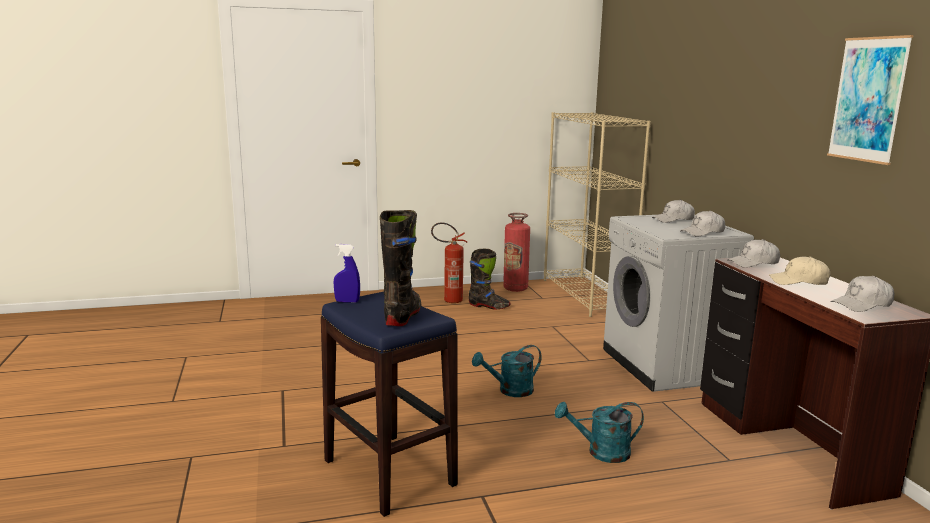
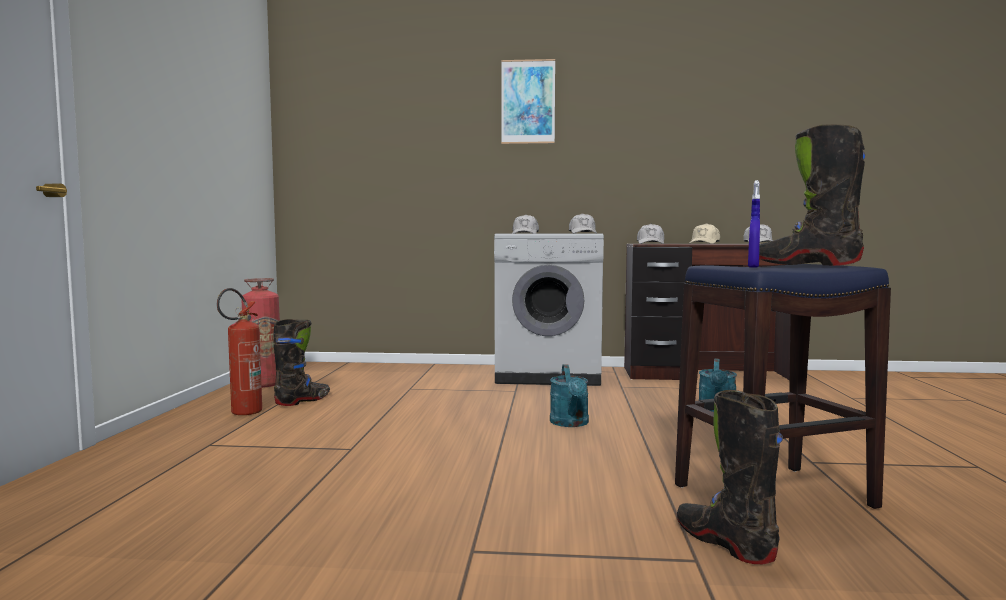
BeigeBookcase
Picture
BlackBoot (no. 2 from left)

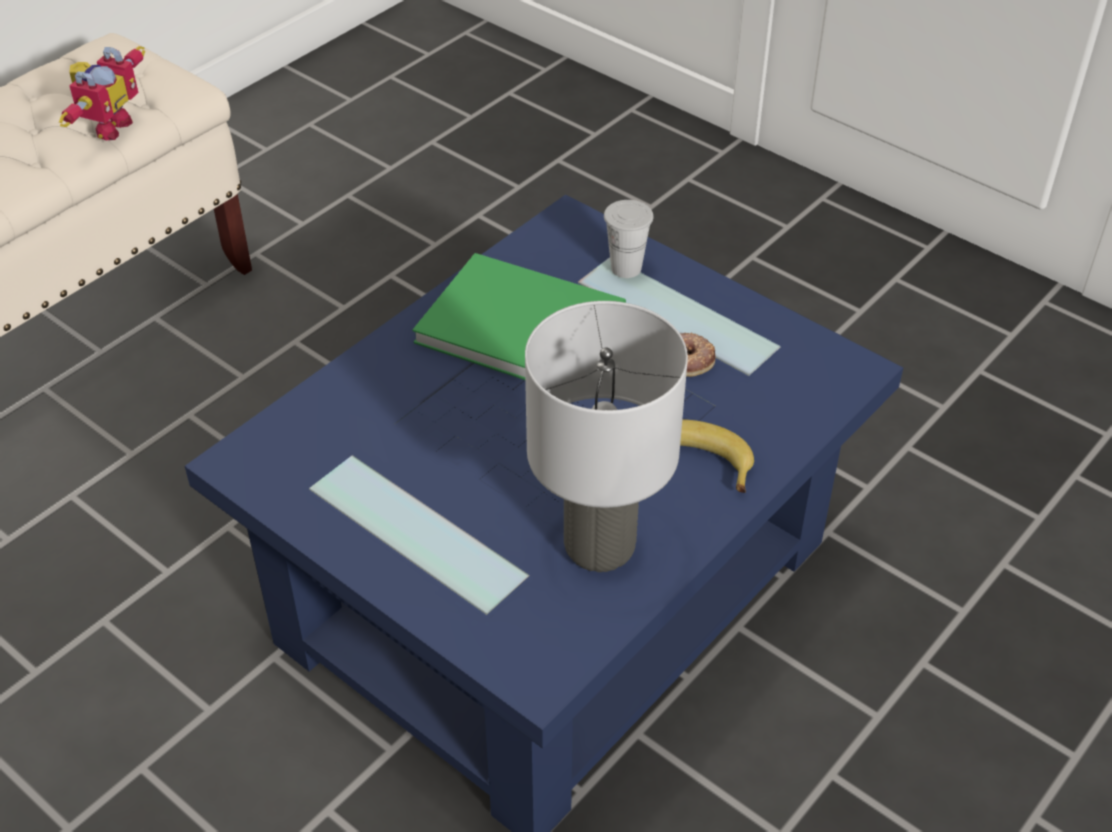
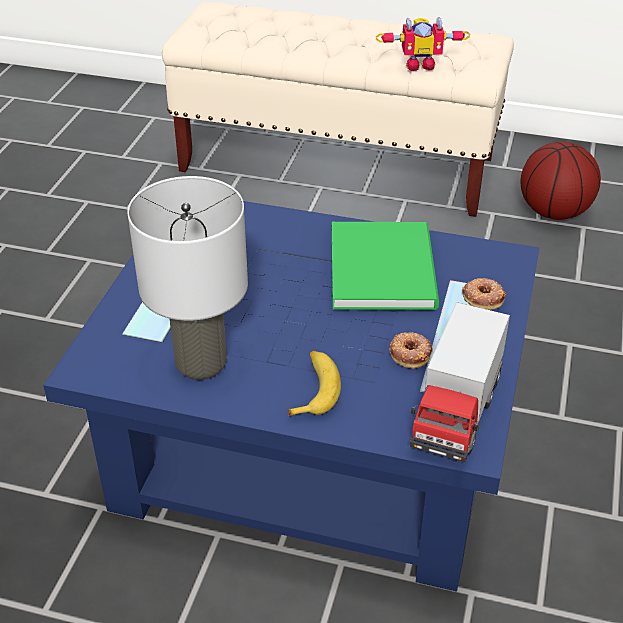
Donut (no. 2 from left)
ToyTruck
Basketball

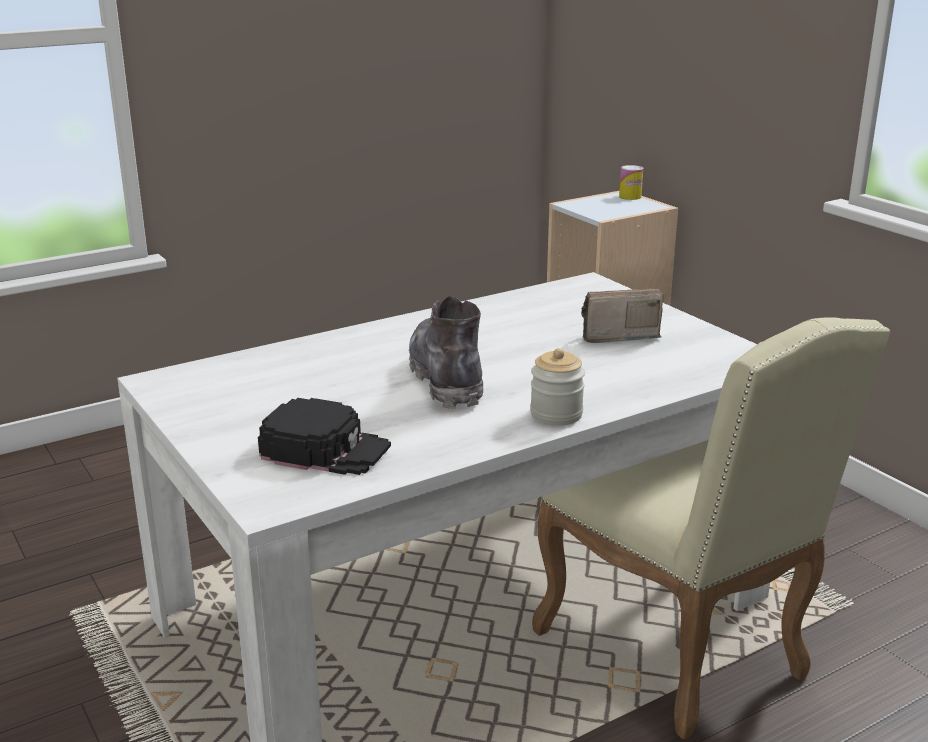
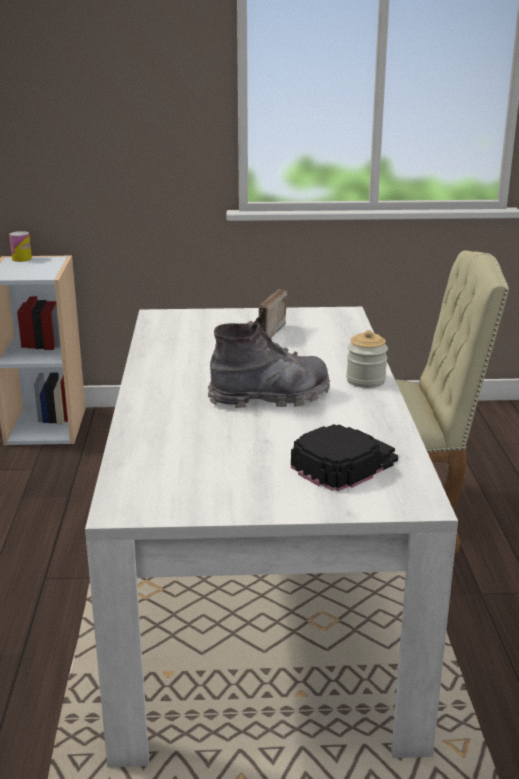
GreyBoot

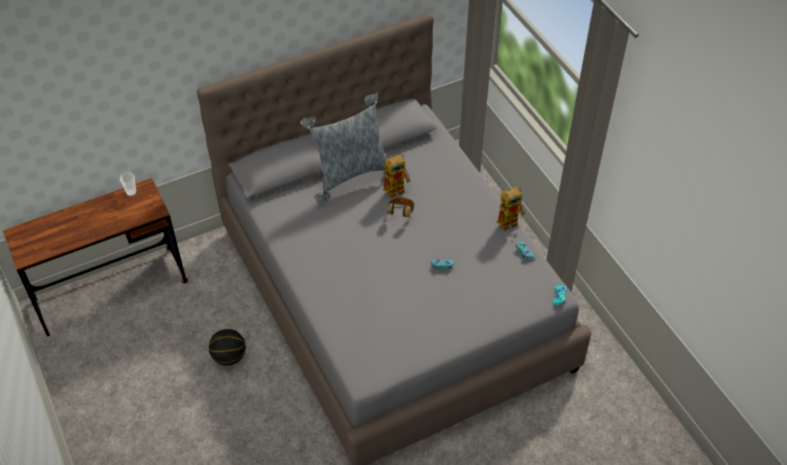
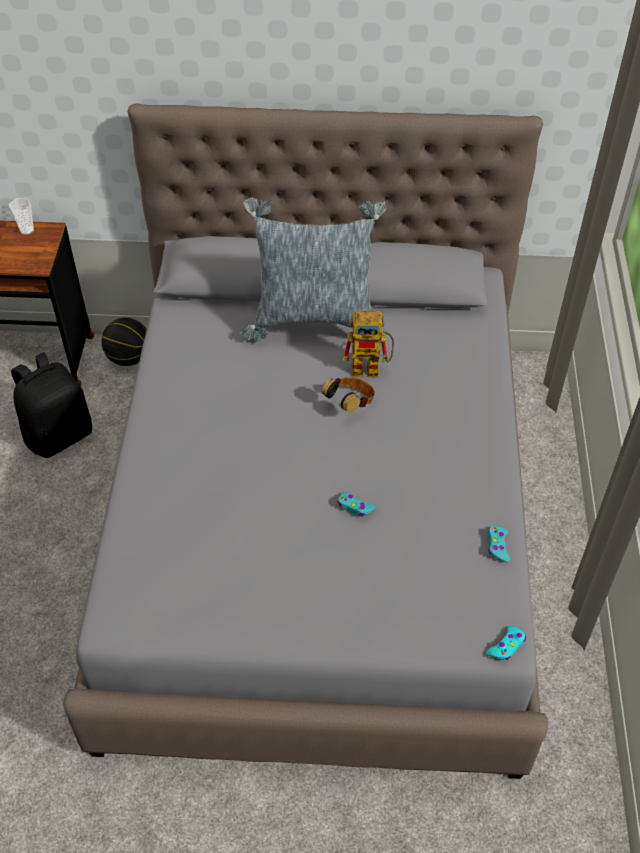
Basketball
ToyRobot (no. 2 from left in the first image)
BlackBackpack

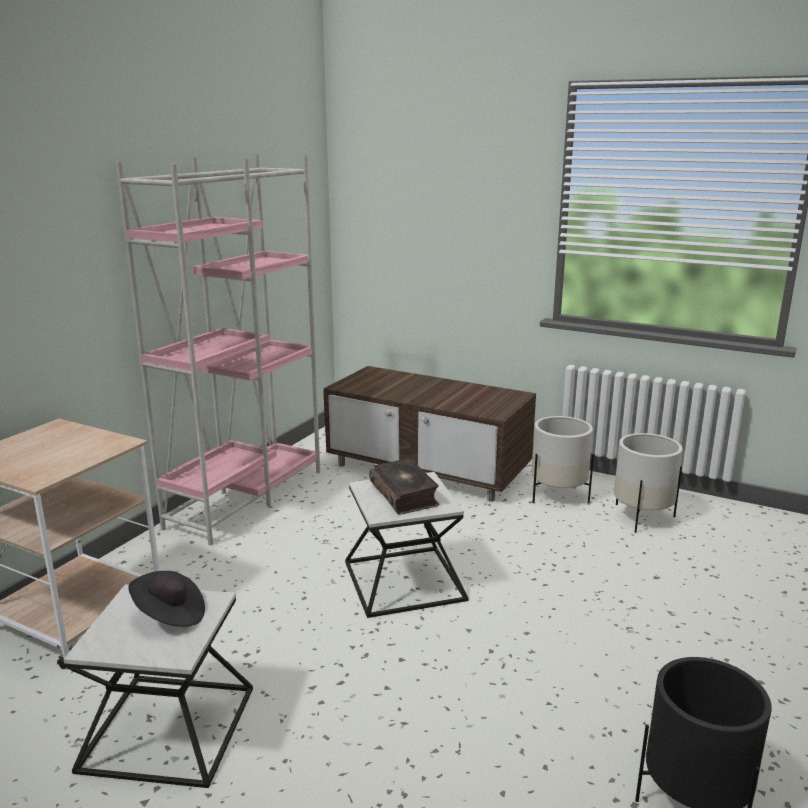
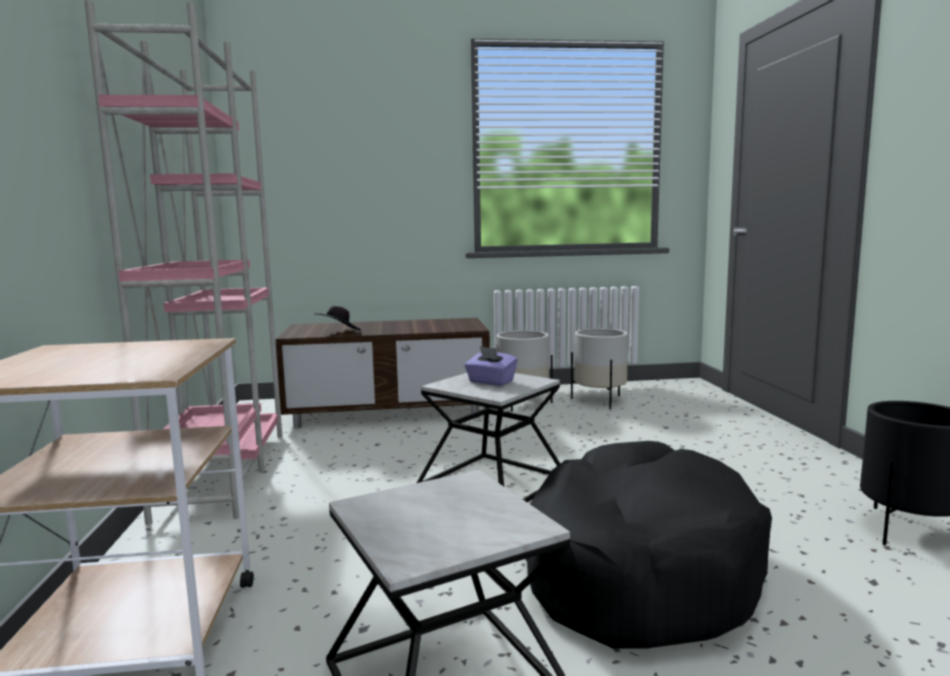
BlackHat
PurpleTissueBox
BlackDogBed

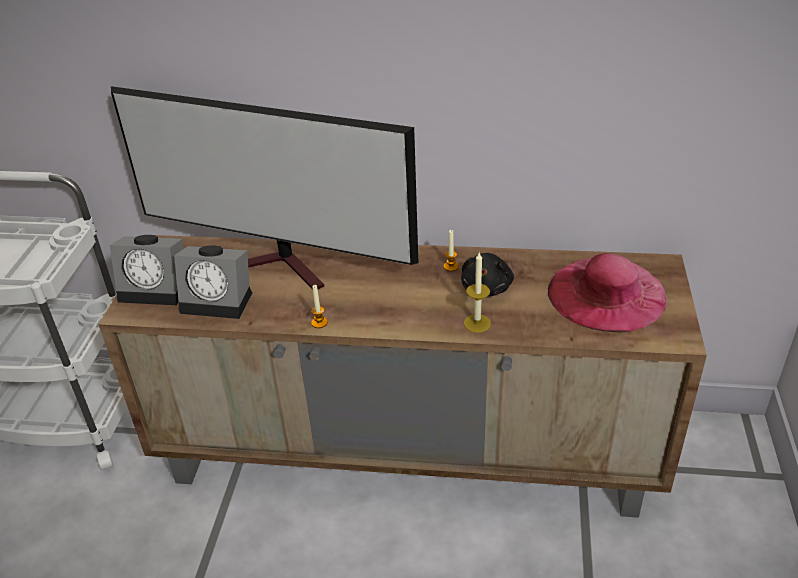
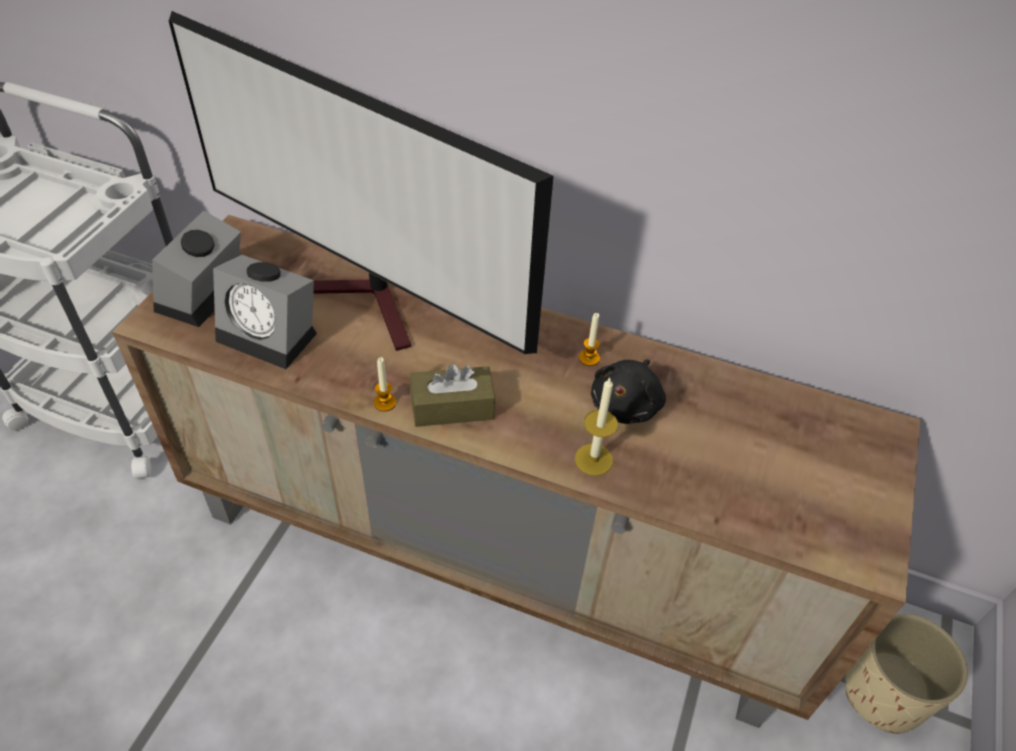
AlarmClock (no. 1 from left)
PinkHat
BrownTissueBox
BeigePlanter

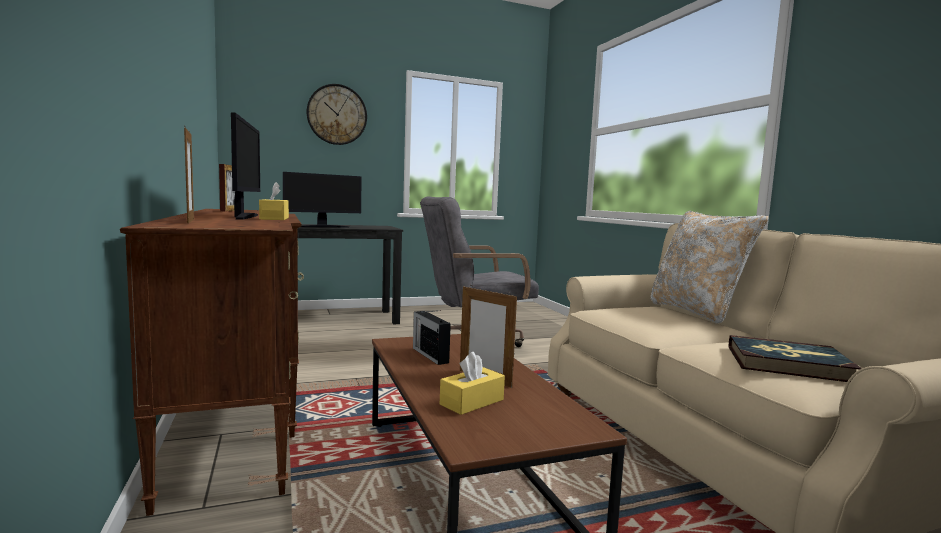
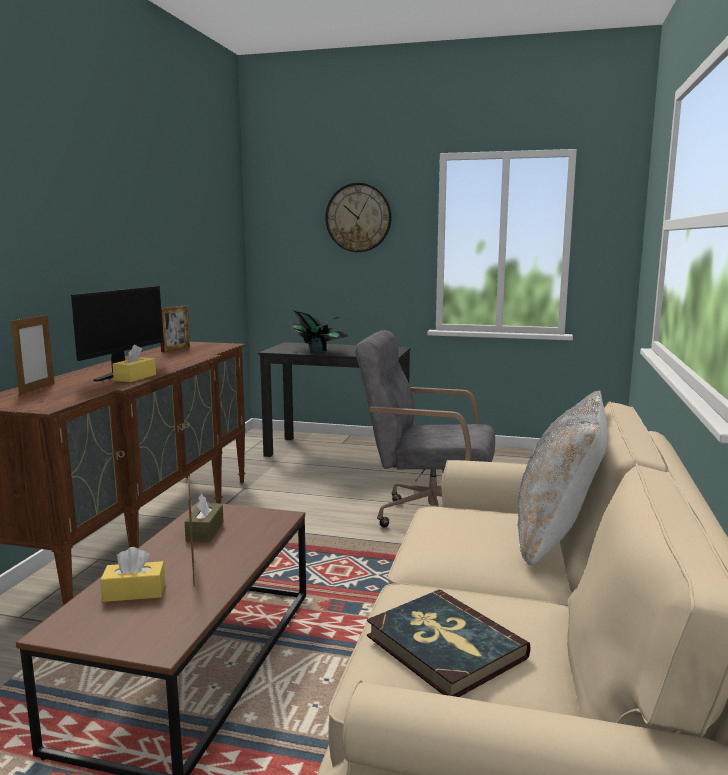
PottedPlant
BrownTissueBox

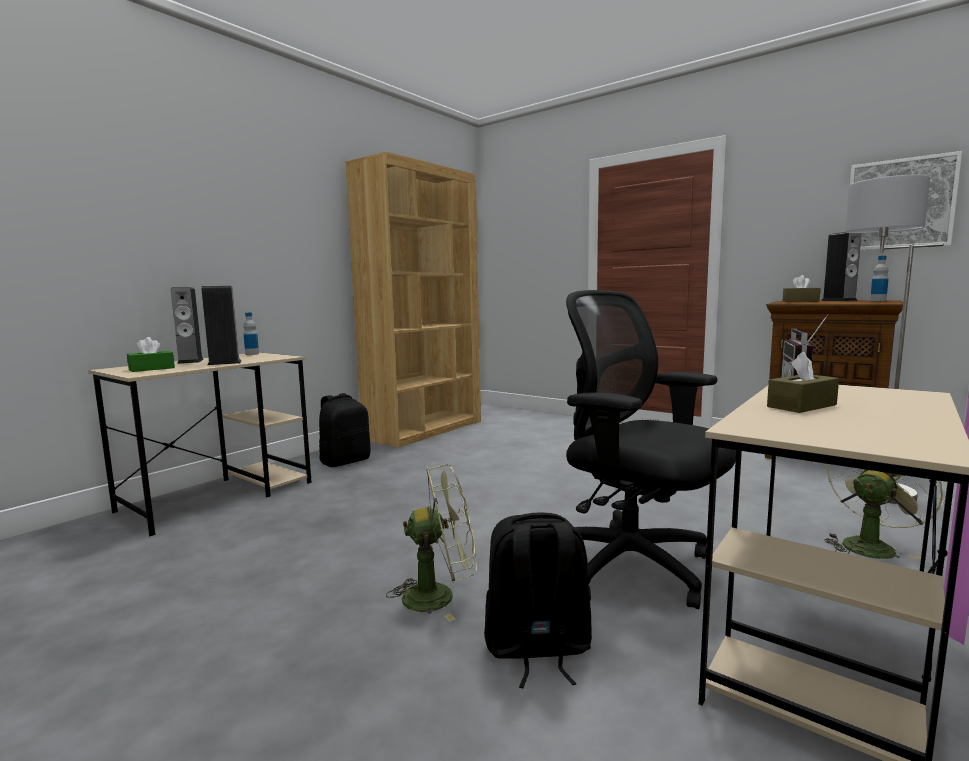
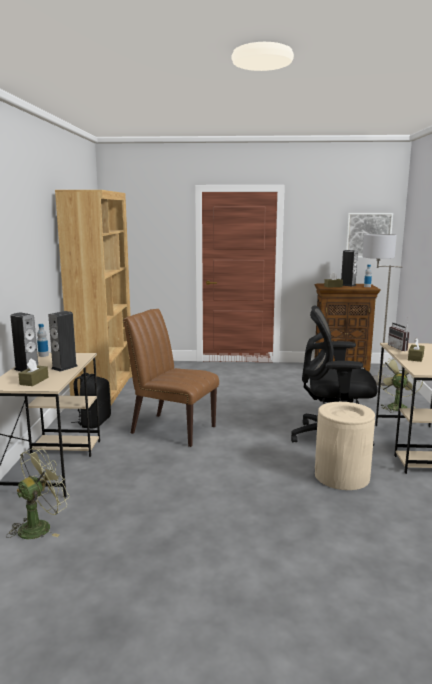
BrownTissueBox (no. 1 from left)
GreenFan (no. 1 from left)
BeigeTrashCan
BrownChair

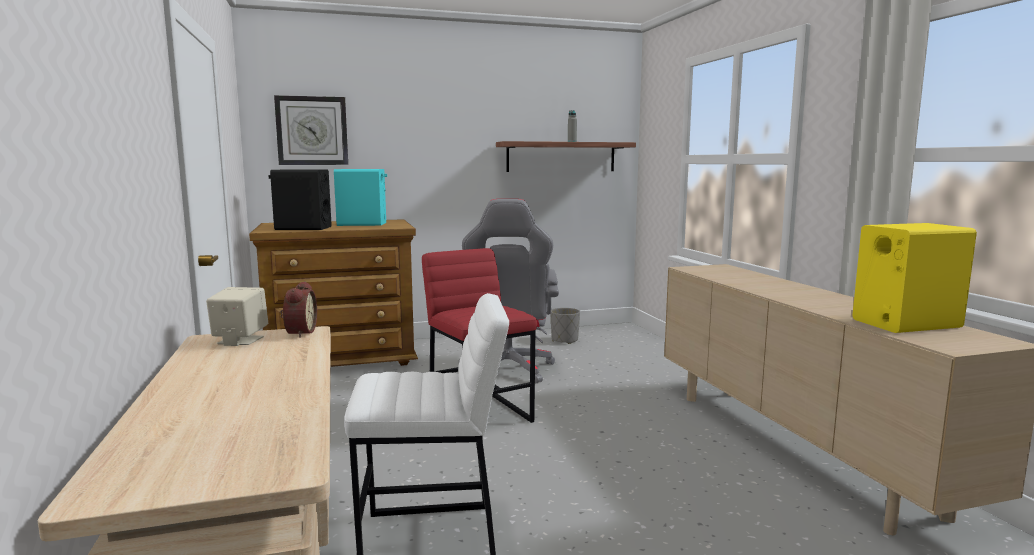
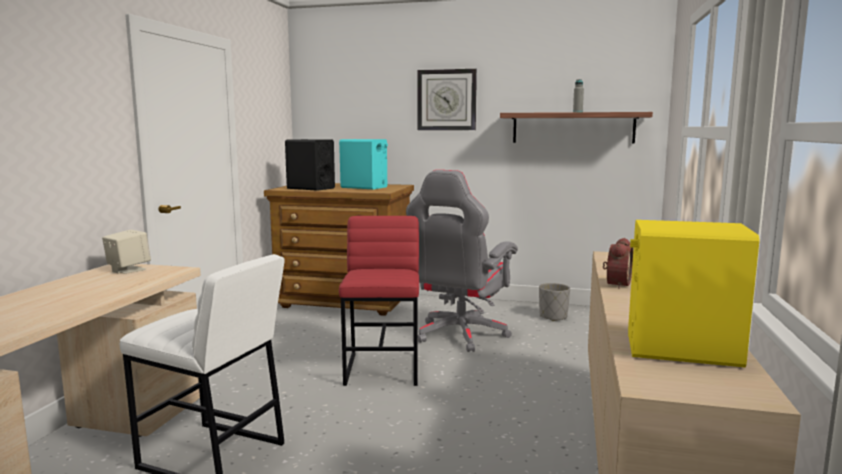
WallClock
AlarmClock

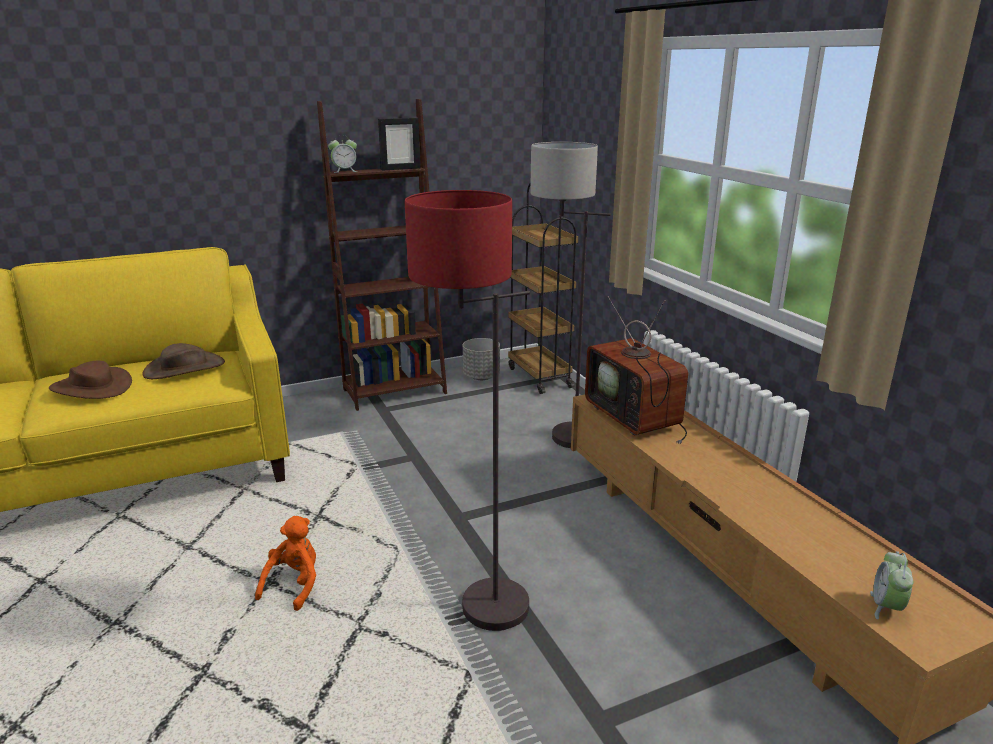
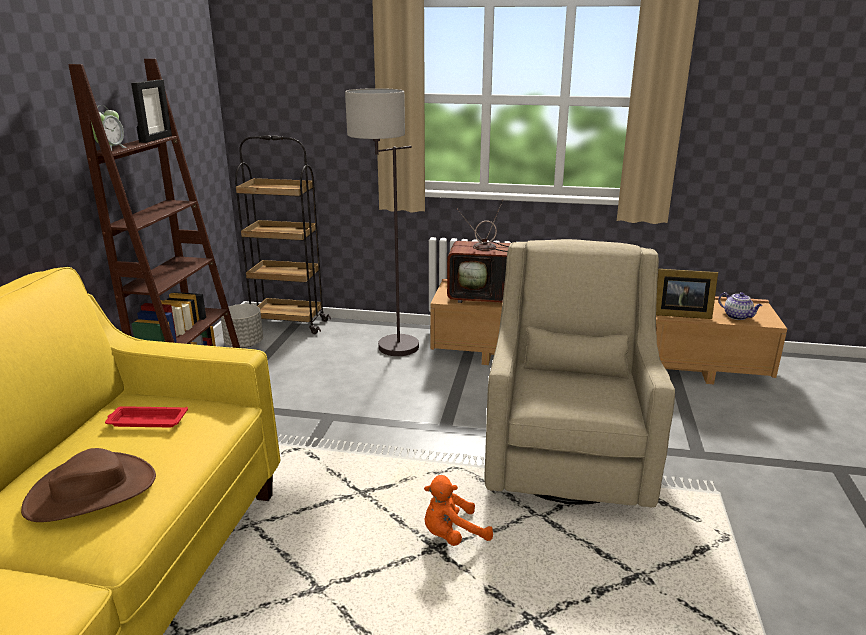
RedTray
OrangePlushToy
BeigeArmchair
Teapot
PictureFrame (no. 2 from left)

